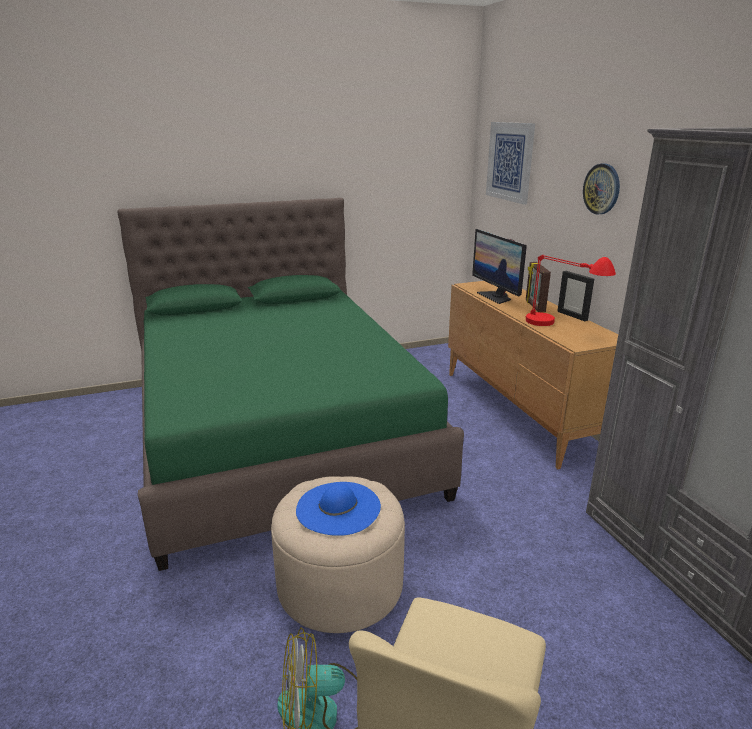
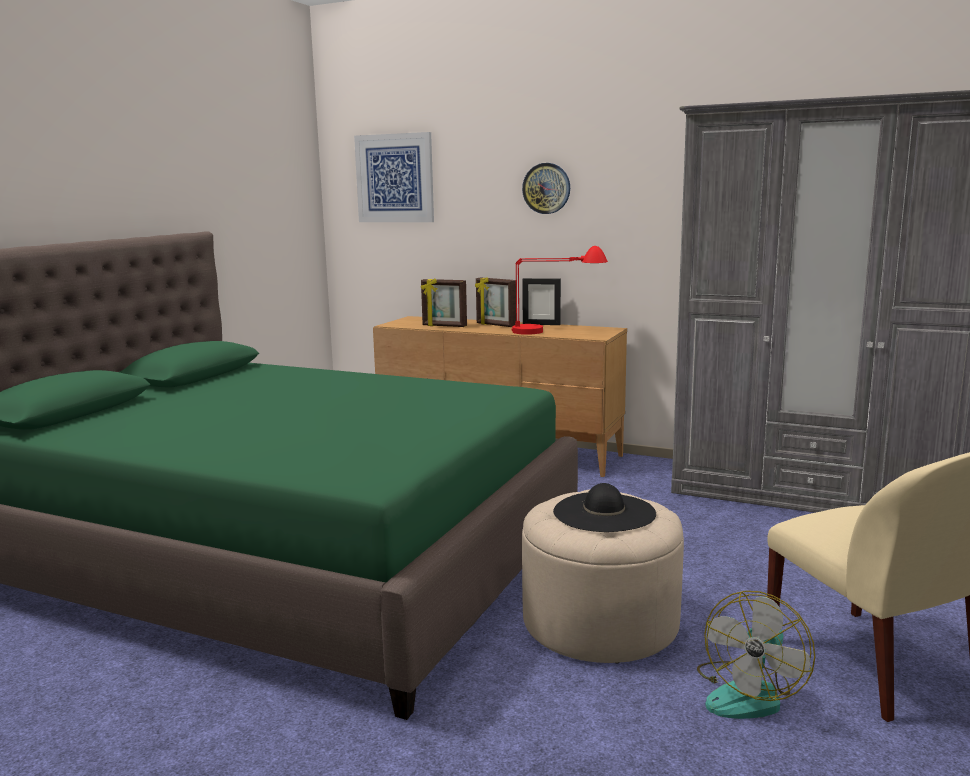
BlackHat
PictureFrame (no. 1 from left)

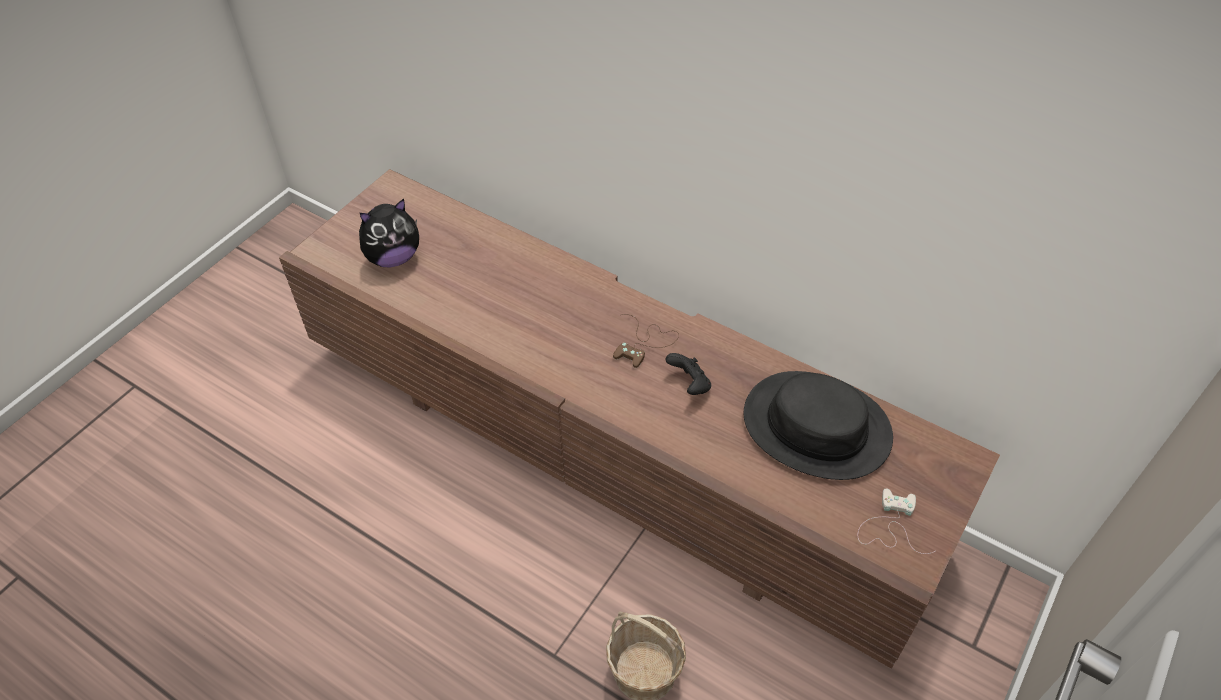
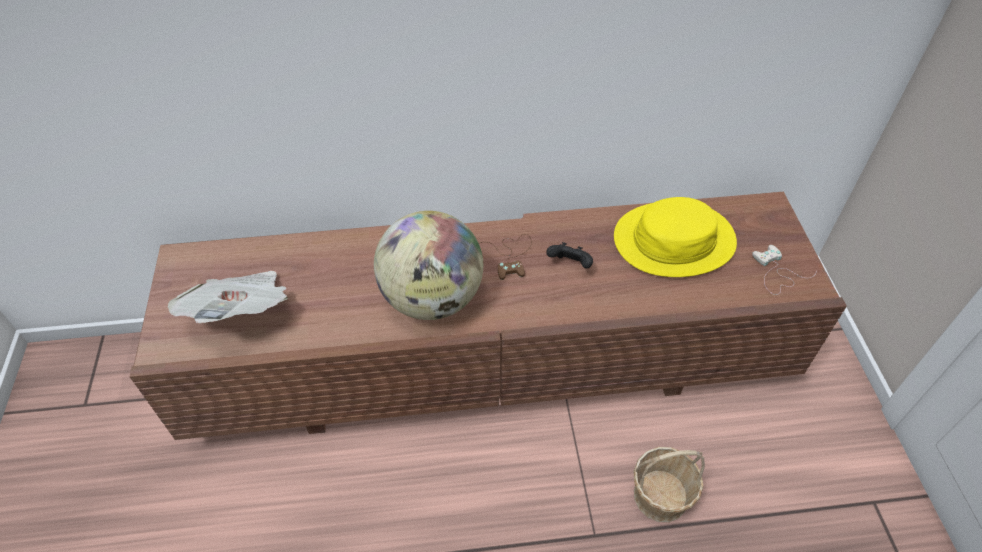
Newspaper
YellowHat
Globe

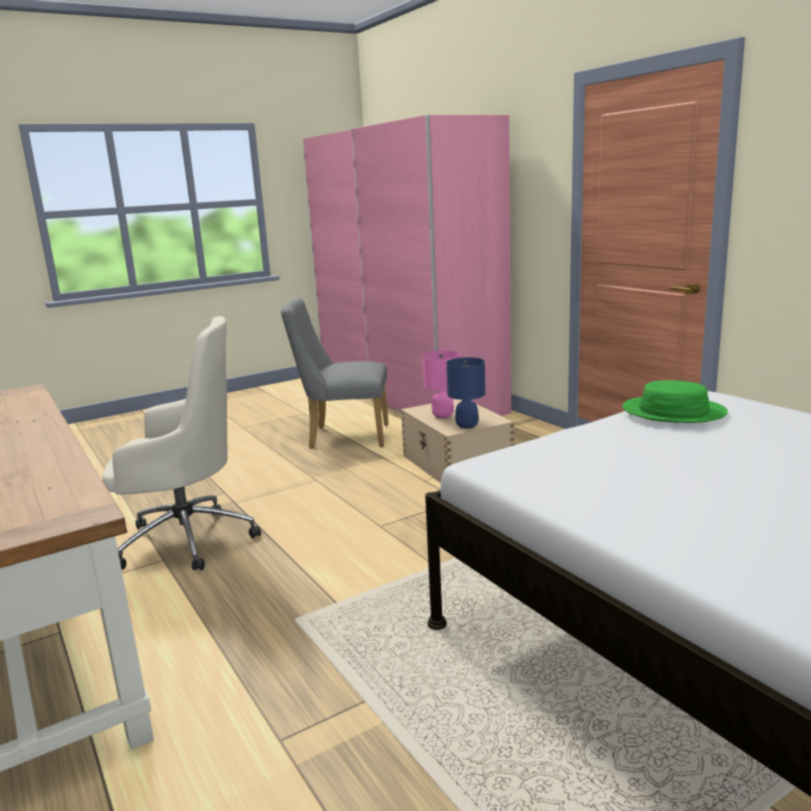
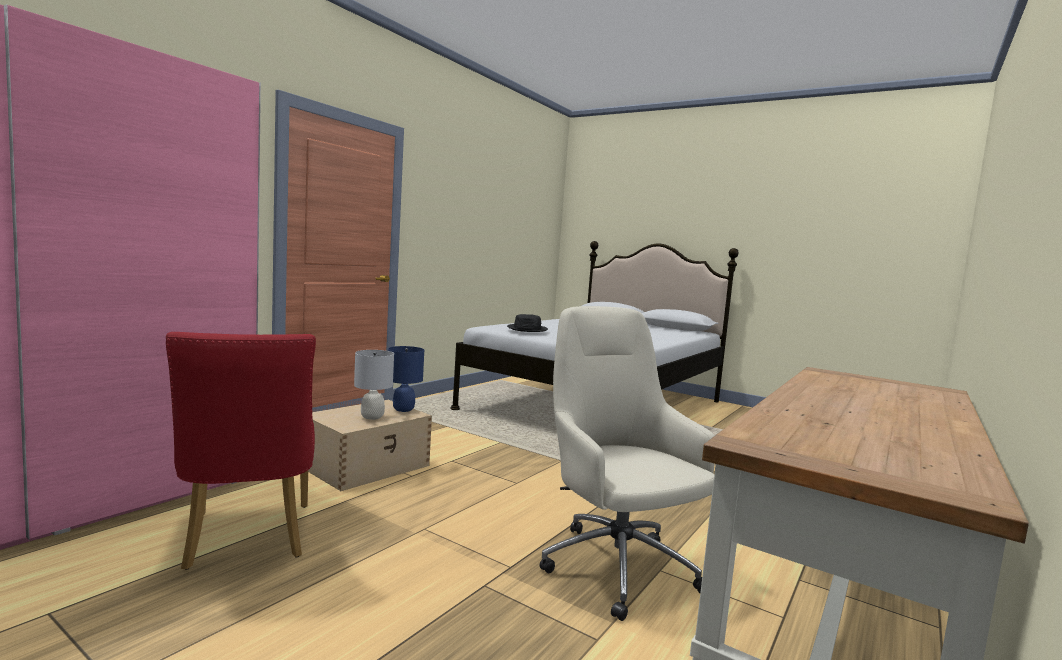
RedChair
GreyTableLamp
BlackHat

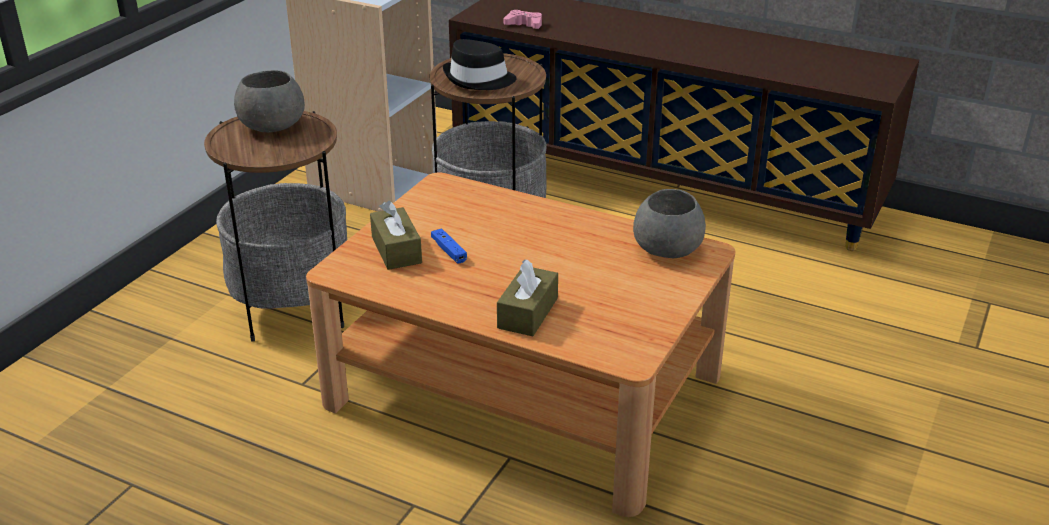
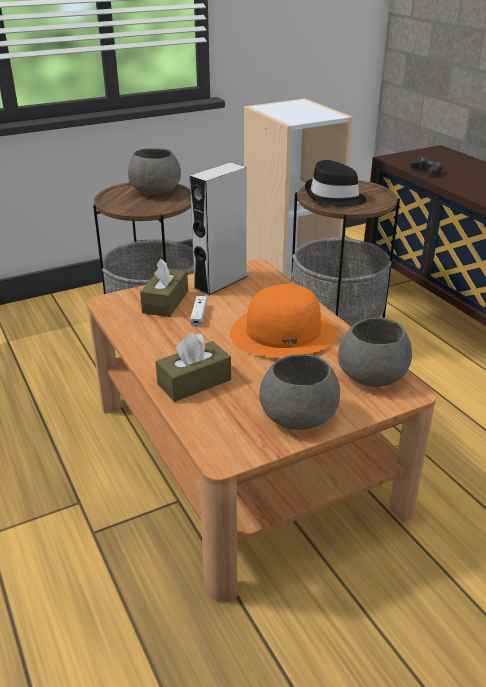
WhiteGameController
BlackGameController
GreySpeaker
OrangeHat
GreyBowl (no. 2 from left)

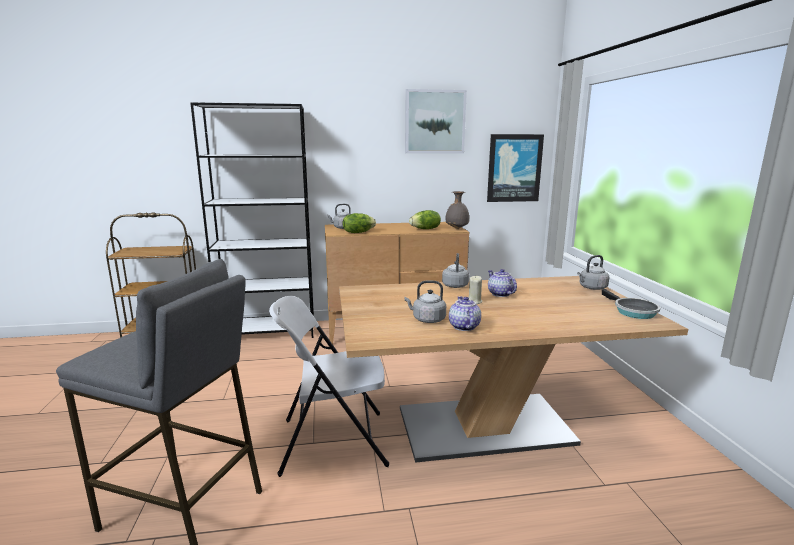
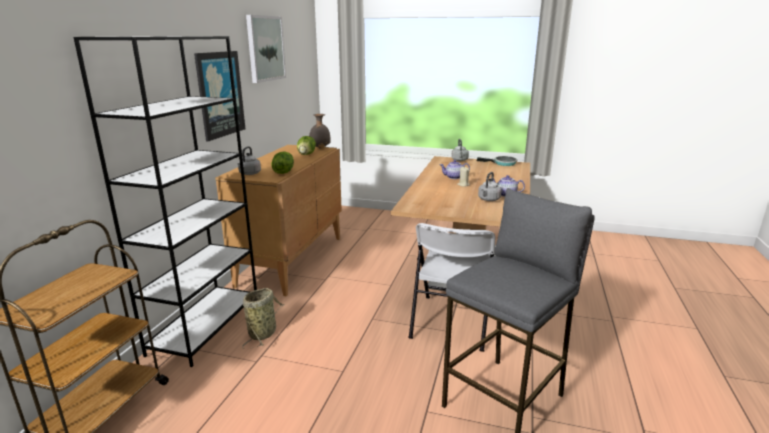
GreyKettle (no. 3 from left in the first image)
Picture (no. 1 from left)
Basket

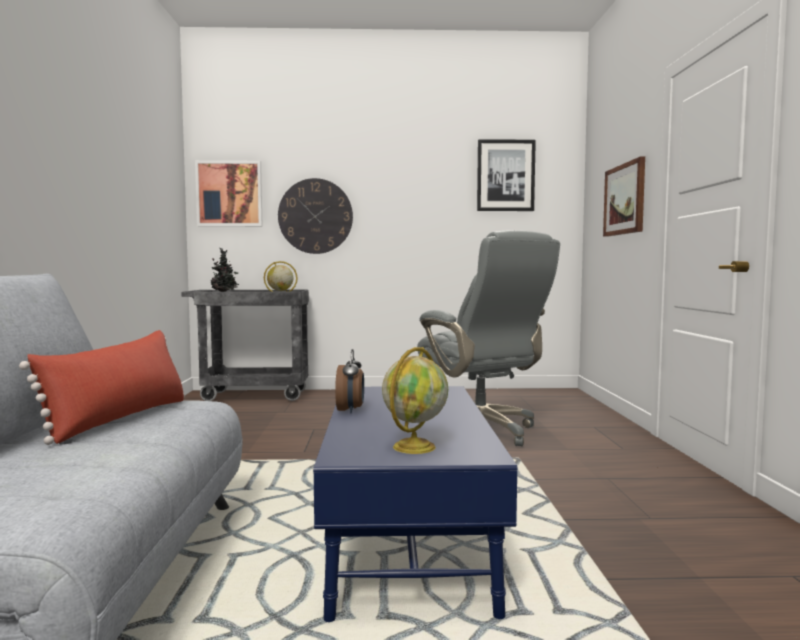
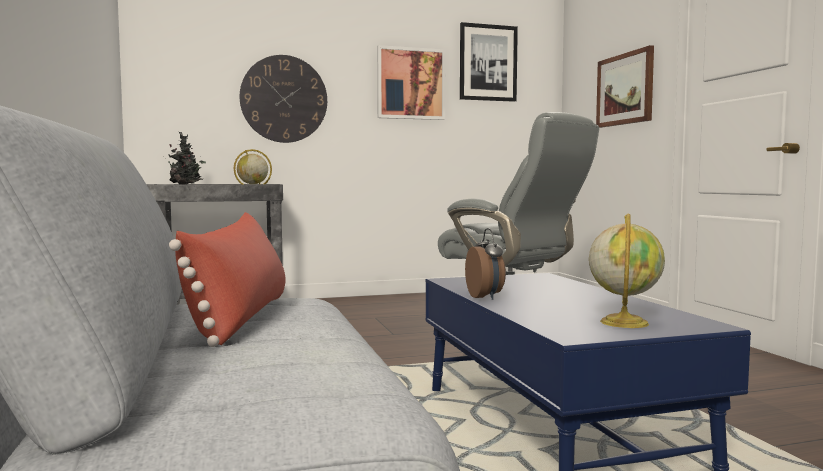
Picture (no. 1 from left)

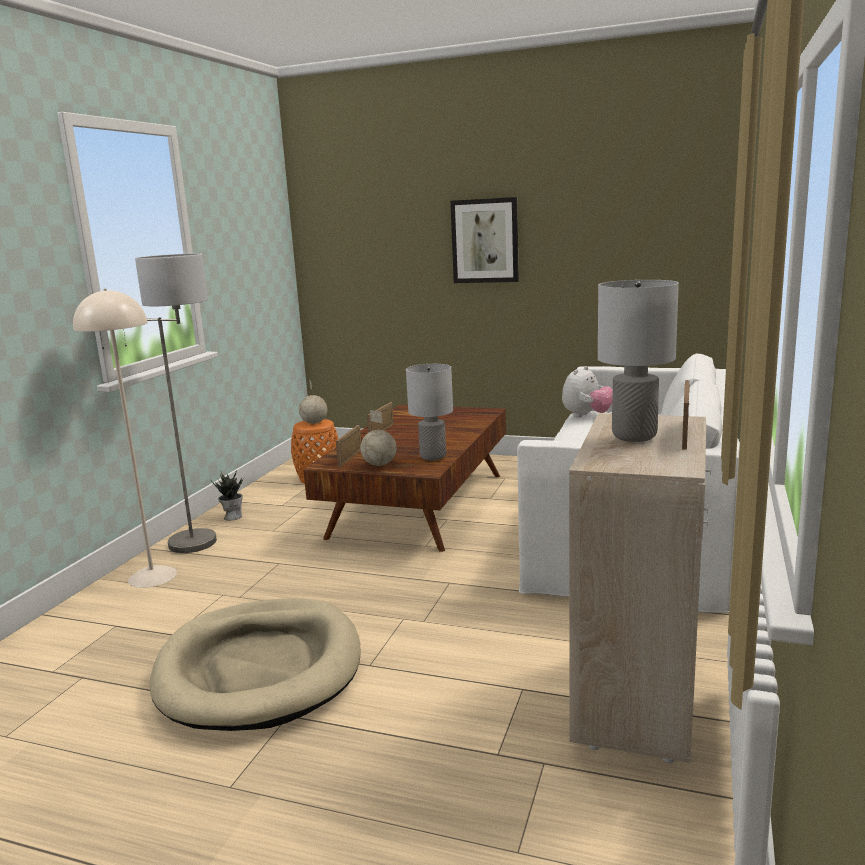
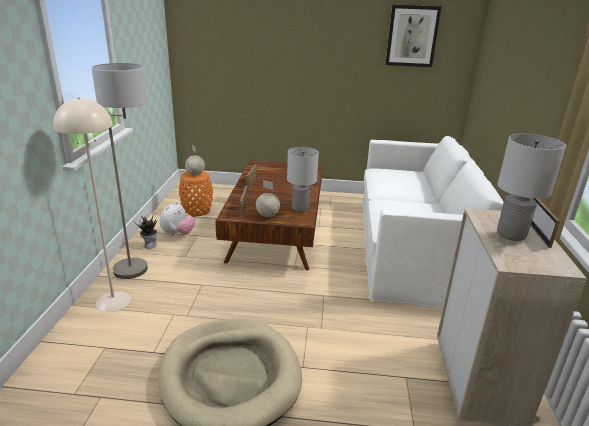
Picture
PlushToy

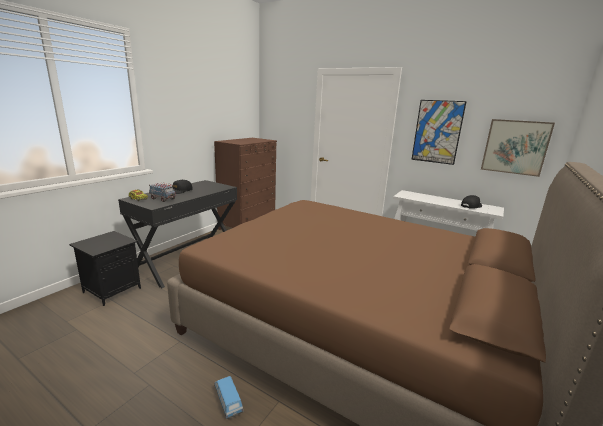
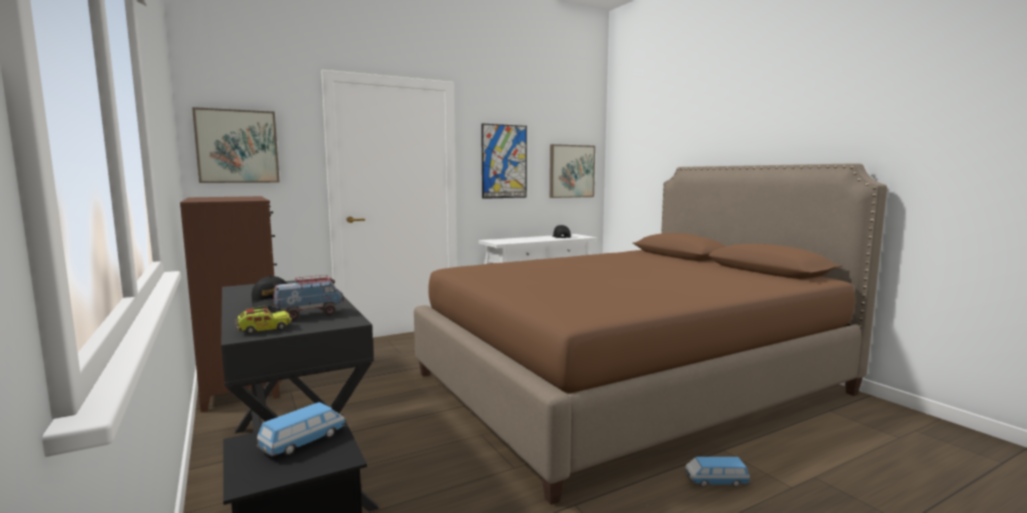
Picture (no. 1 from left)
ToyCar (no. 1 from left)

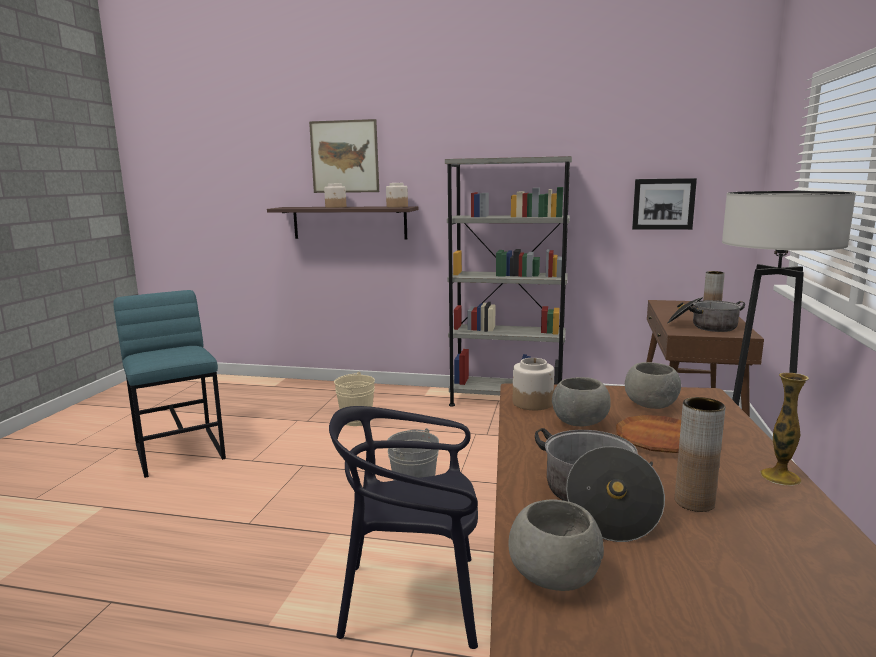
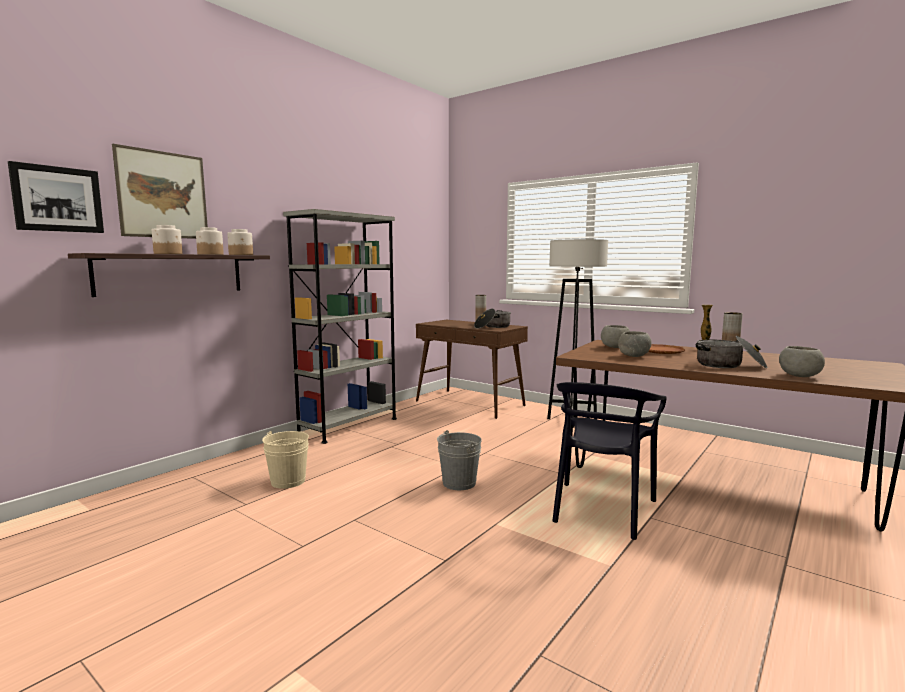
BlueStool
Jar (no. 2 from left)
Picture (no. 1 from left)

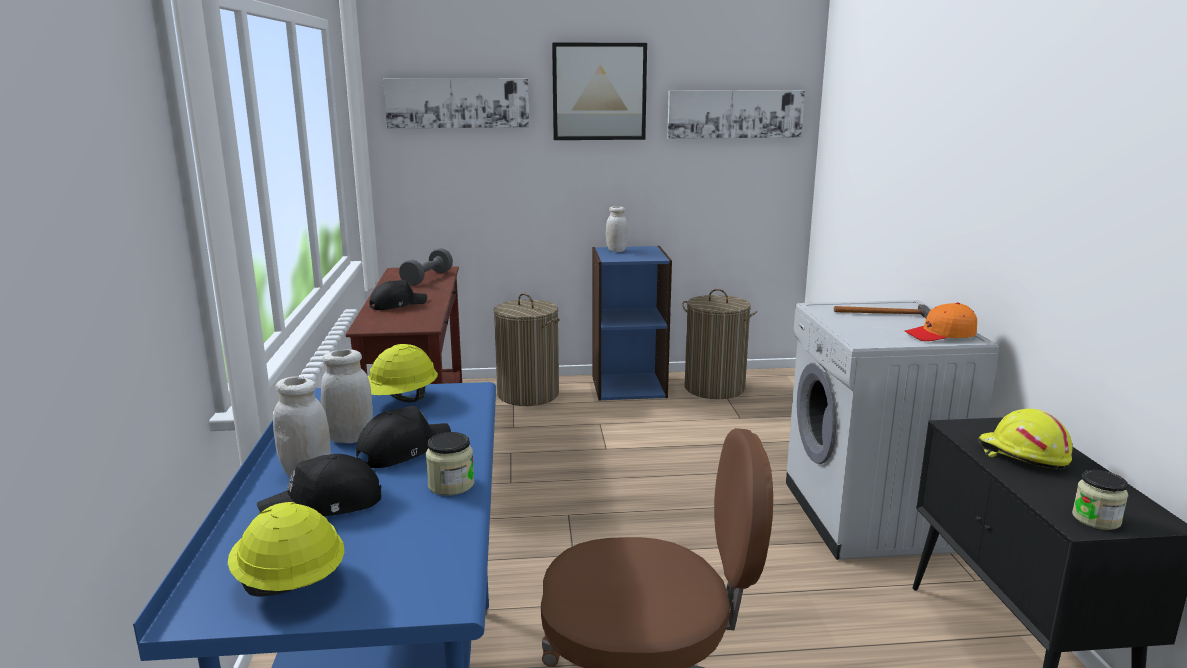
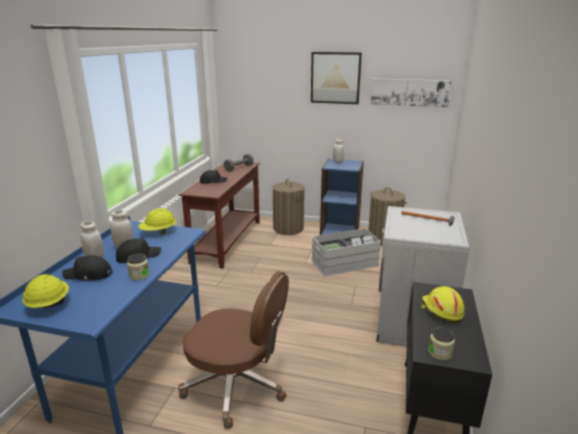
Picture (no. 1 from left in the first image)
OrangeCap
GreyStorageBox

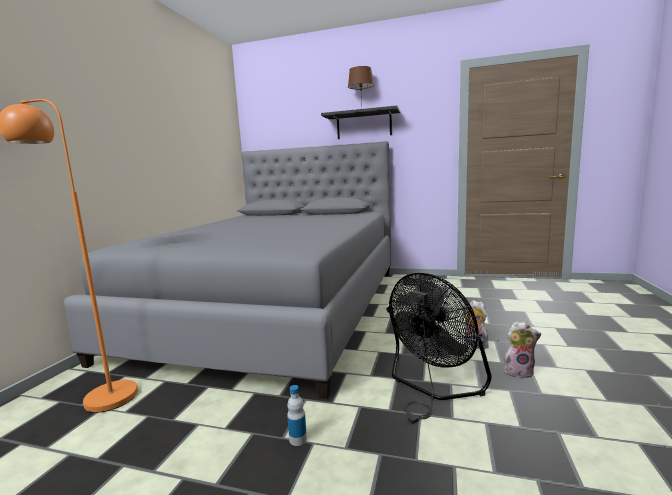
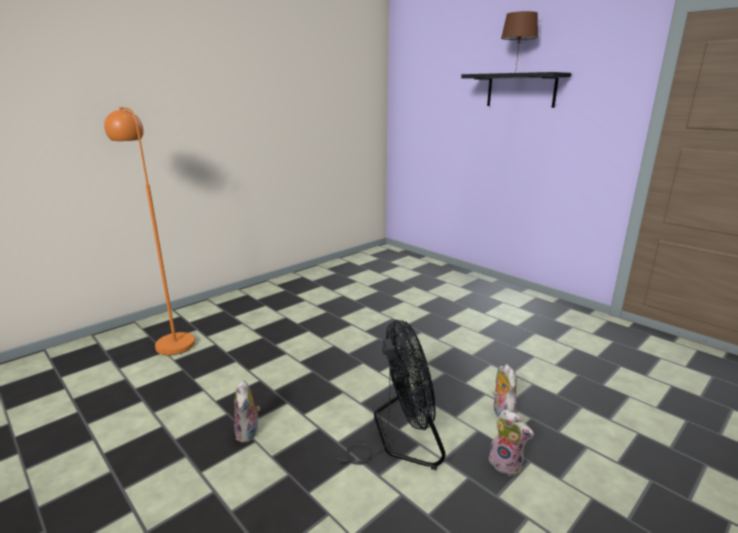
GreyBed
PlushToy (no. 1 from left)

